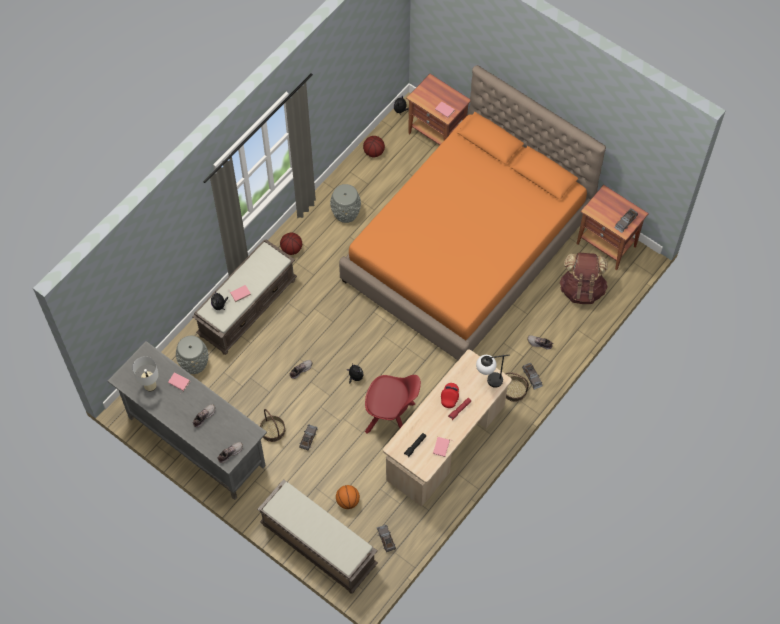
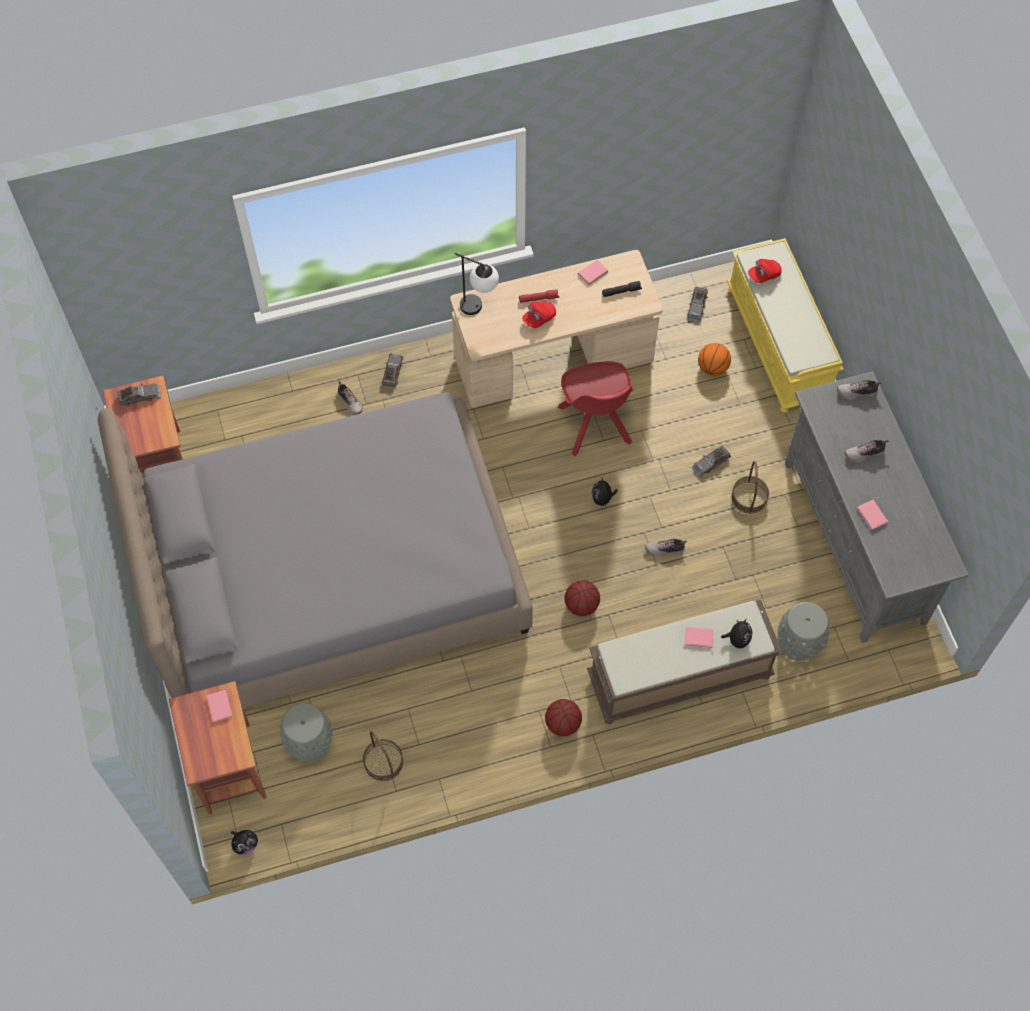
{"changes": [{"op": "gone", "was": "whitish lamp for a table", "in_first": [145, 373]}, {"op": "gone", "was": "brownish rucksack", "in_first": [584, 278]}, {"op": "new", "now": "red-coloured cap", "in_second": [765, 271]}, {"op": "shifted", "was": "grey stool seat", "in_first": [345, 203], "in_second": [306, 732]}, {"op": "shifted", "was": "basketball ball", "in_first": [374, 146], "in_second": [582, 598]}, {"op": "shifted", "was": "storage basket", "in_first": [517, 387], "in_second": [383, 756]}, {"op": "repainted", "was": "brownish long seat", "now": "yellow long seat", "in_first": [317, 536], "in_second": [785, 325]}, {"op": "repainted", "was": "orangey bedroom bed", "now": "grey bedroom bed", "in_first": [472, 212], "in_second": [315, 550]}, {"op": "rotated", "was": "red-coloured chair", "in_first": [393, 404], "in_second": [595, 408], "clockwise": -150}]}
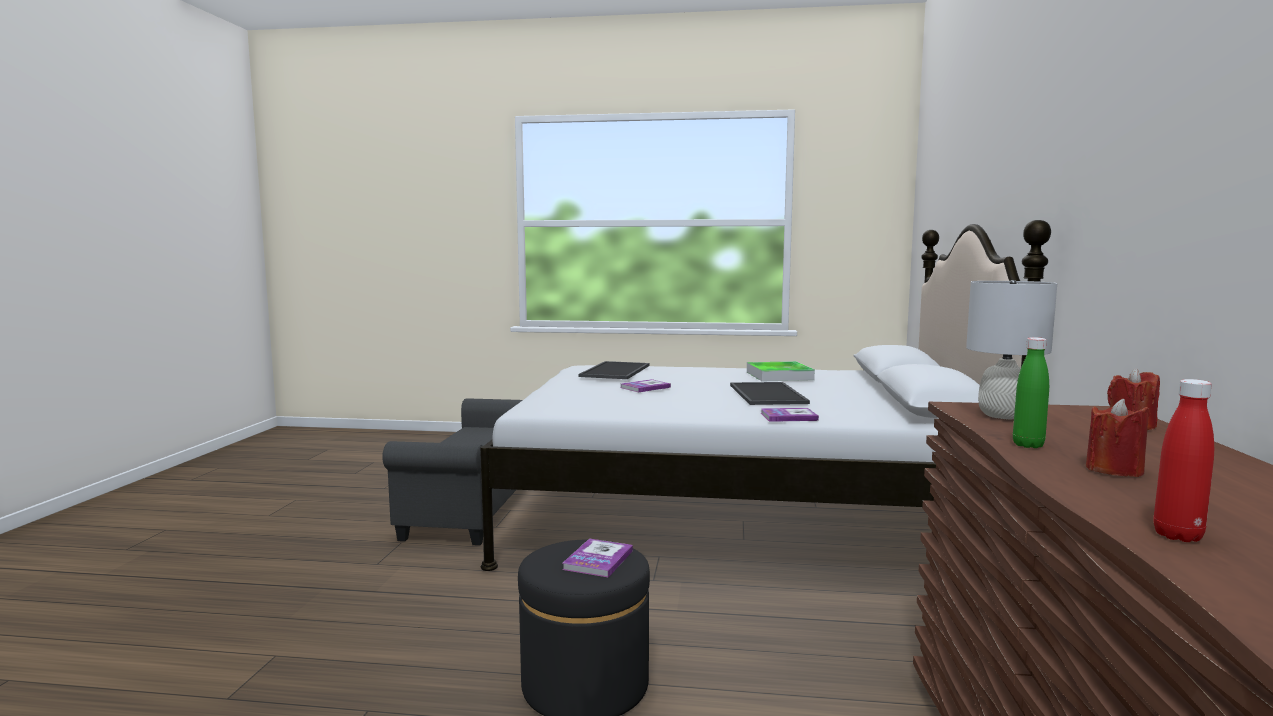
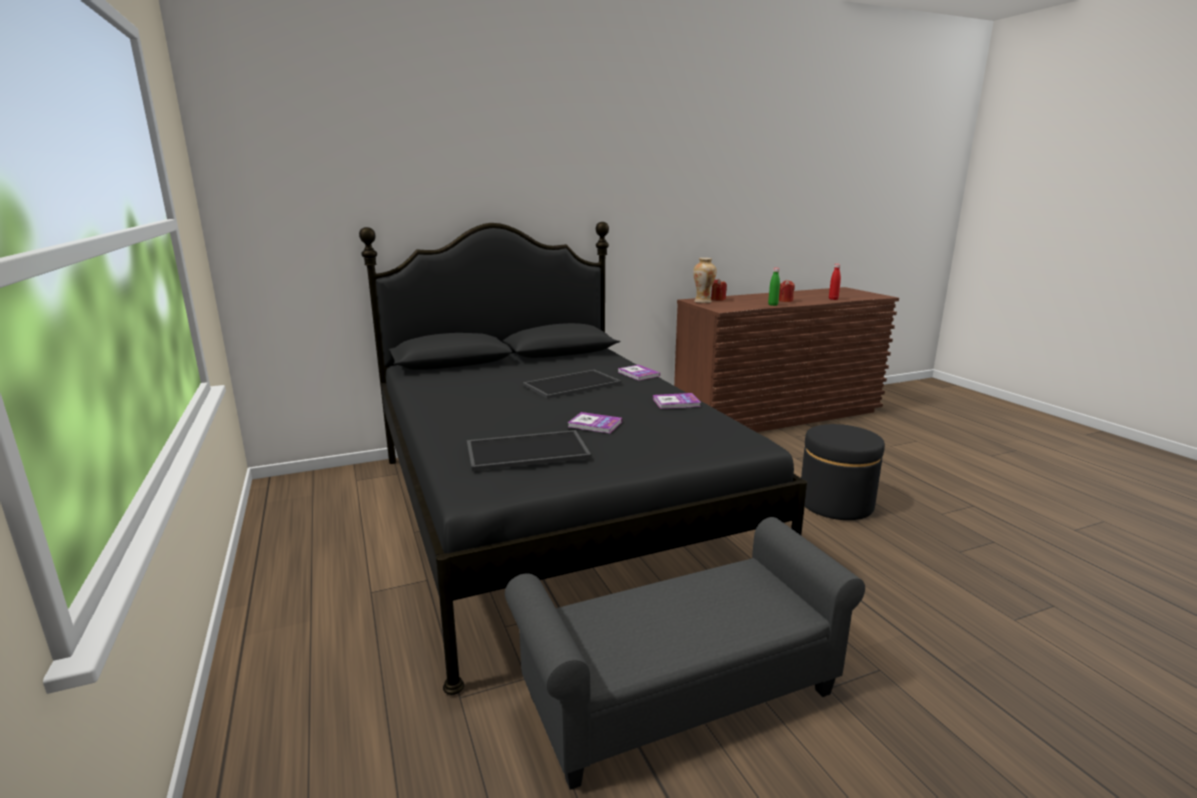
{"changes": [{"op": "gone", "was": "tray", "in_first": [781, 371]}, {"op": "gone", "was": "grey lamp for a table", "in_first": [1011, 350]}, {"op": "new", "now": "decorative vase", "in_second": [705, 280]}, {"op": "shifted", "was": "volume", "in_first": [597, 558], "in_second": [677, 401]}, {"op": "repainted", "was": "whitish bedroom bed", "now": "blackish bedroom bed", "in_first": [765, 395], "in_second": [583, 458]}]}
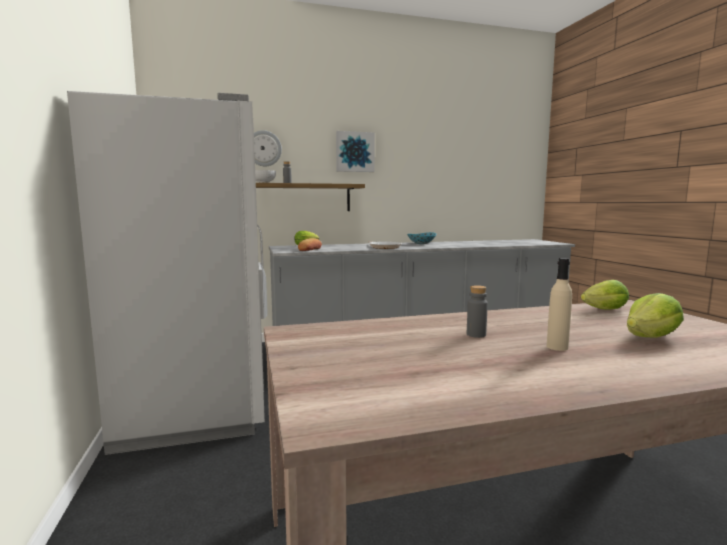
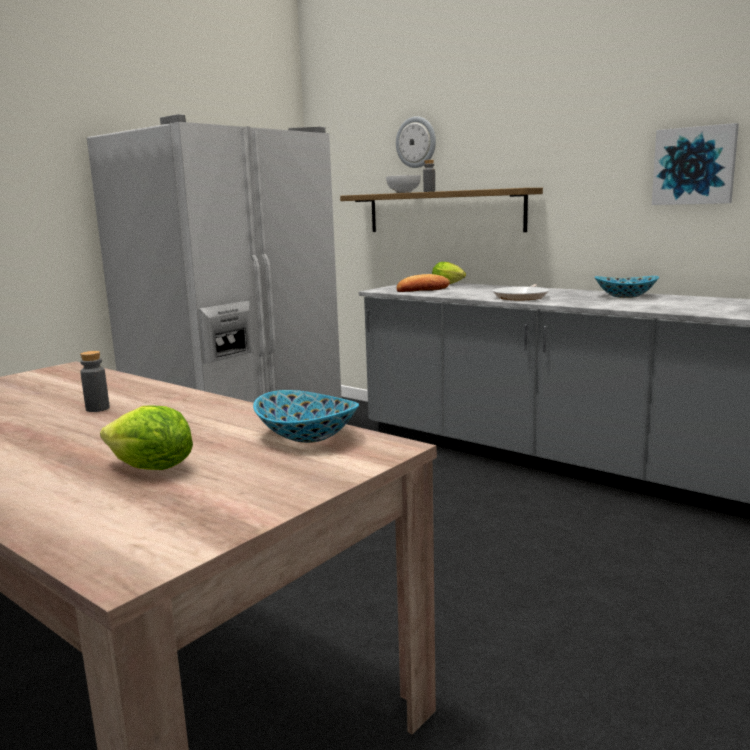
{"changes": [{"op": "gone", "was": "beige beverage bottle", "in_first": [559, 304]}, {"op": "shifted", "was": "wall picture", "in_first": [355, 151], "in_second": [695, 164]}, {"op": "swapped", "was": "lettuce head", "now": "deep dish", "in_first": [605, 295], "in_second": [306, 416]}]}
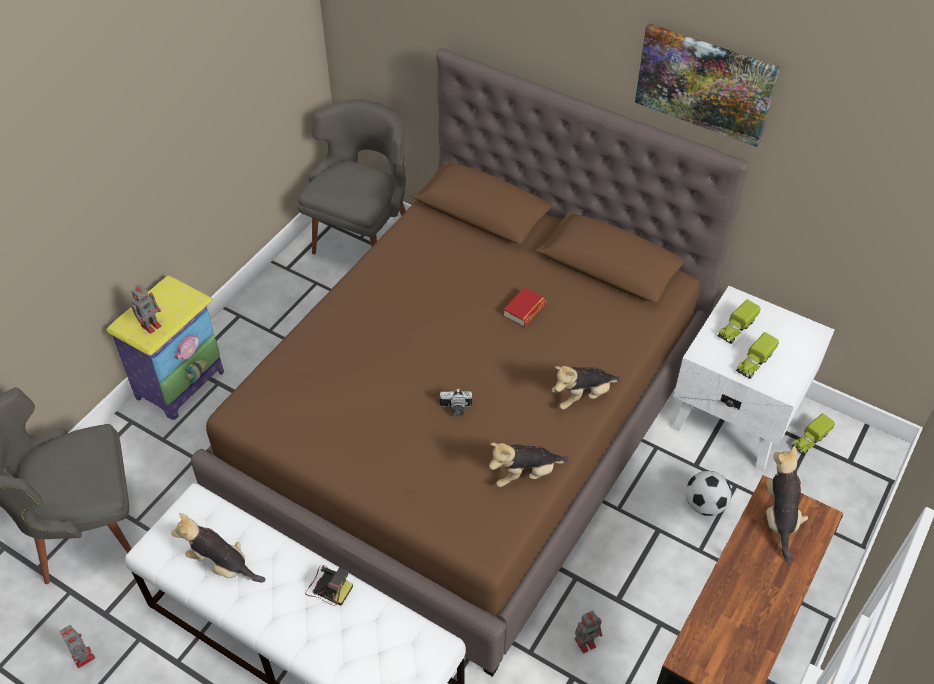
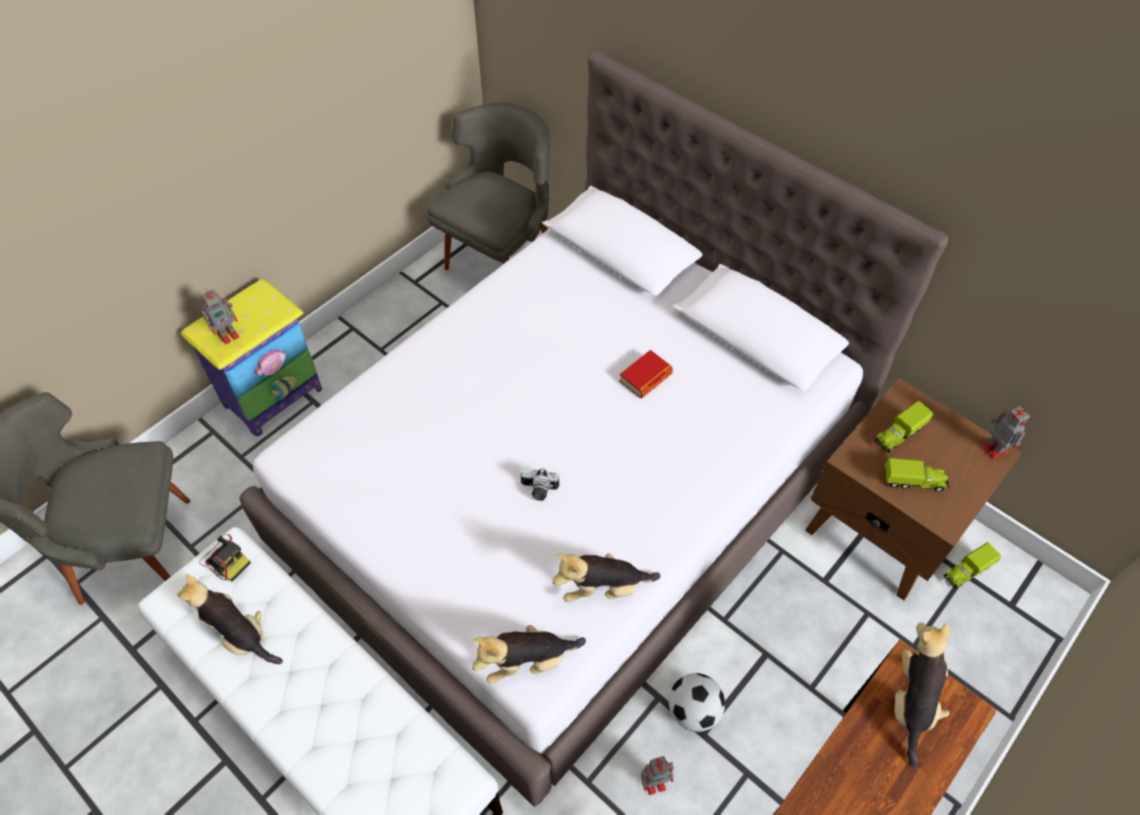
{"changes": [{"op": "gone", "was": "wall picture", "in_first": [707, 85]}, {"op": "shifted", "was": "robot figure", "in_first": [77, 646], "in_second": [1005, 433]}, {"op": "shifted", "was": "photo camera", "in_first": [329, 585], "in_second": [225, 557]}, {"op": "shifted", "was": "cuddly toy", "in_first": [586, 388], "in_second": [529, 654]}, {"op": "shifted", "was": "ball for football", "in_first": [708, 493], "in_second": [697, 702]}, {"op": "repainted", "was": "brownish bedroom bed", "now": "whitish bedroom bed", "in_first": [469, 362], "in_second": [593, 429]}, {"op": "repainted", "was": "whitish nightstand", "now": "brownish nightstand", "in_first": [753, 378], "in_second": [913, 489]}, {"op": "rotated", "was": "model truck", "in_first": [757, 355], "in_second": [917, 475], "clockwise": -135}]}
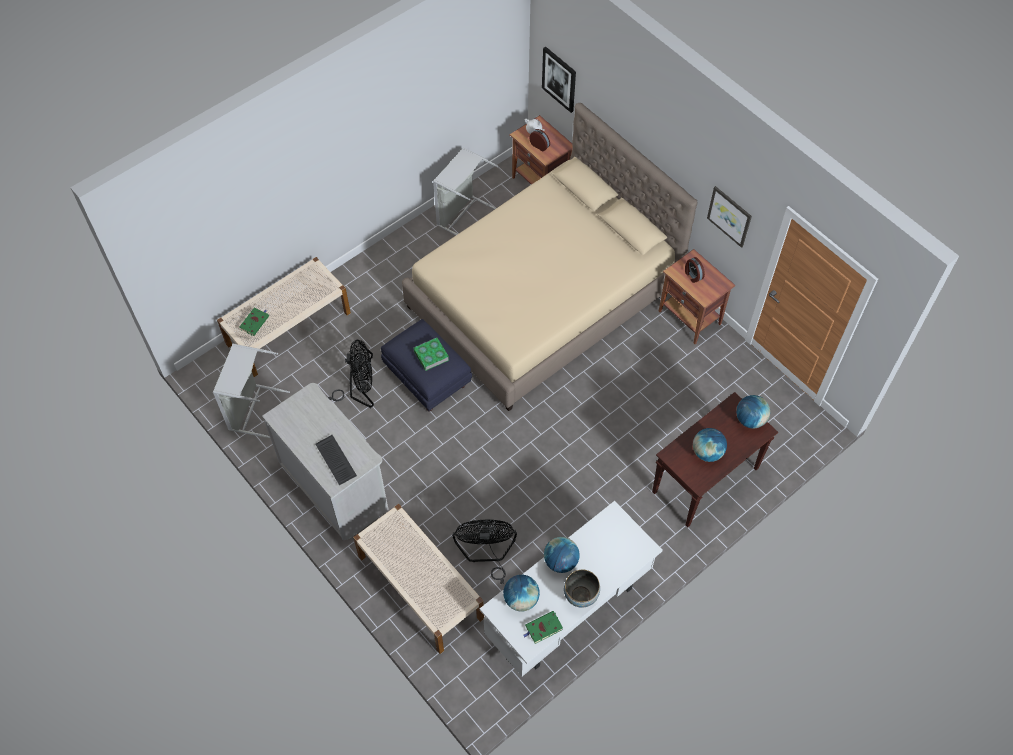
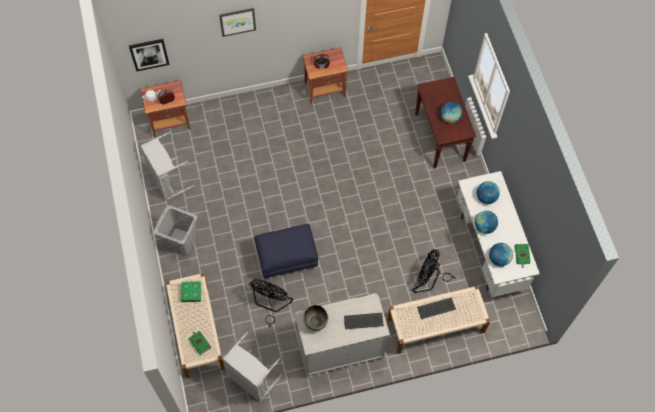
{"changes": [{"op": "gone", "was": "beige bedroom bed", "in_first": [549, 257]}, {"op": "new", "now": "grey hamper", "in_second": [175, 230]}, {"op": "new", "now": "keyboard", "in_second": [436, 308]}, {"op": "shifted", "was": "volume", "in_first": [431, 354], "in_second": [191, 291]}, {"op": "shifted", "was": "deep dish", "in_first": [582, 589], "in_second": [315, 318]}, {"op": "shifted", "was": "wall picture", "in_first": [729, 217], "in_second": [237, 22]}, {"op": "shifted", "was": "world globe", "in_first": [753, 411], "in_second": [488, 192]}]}
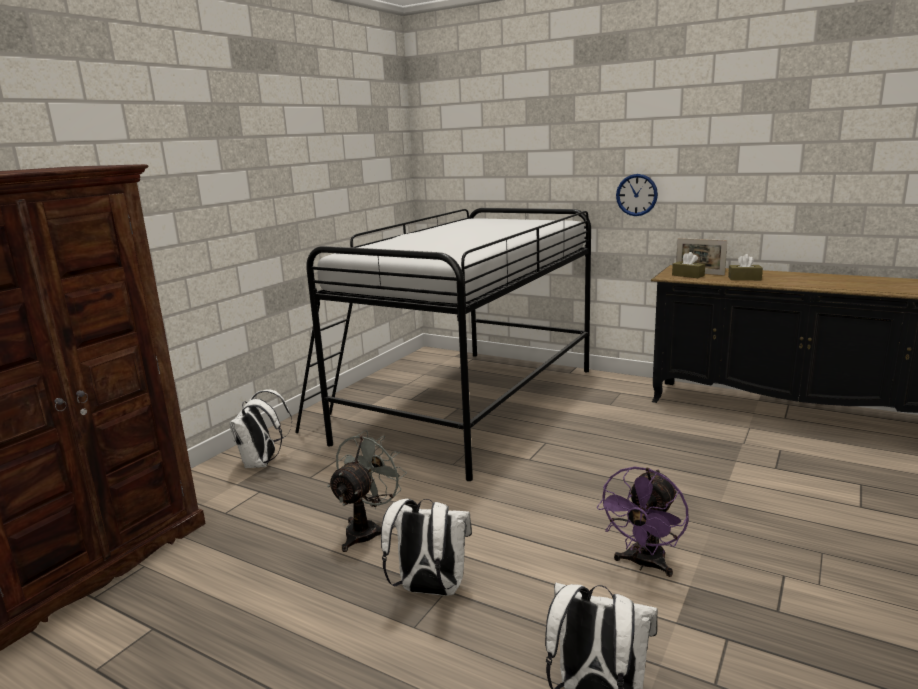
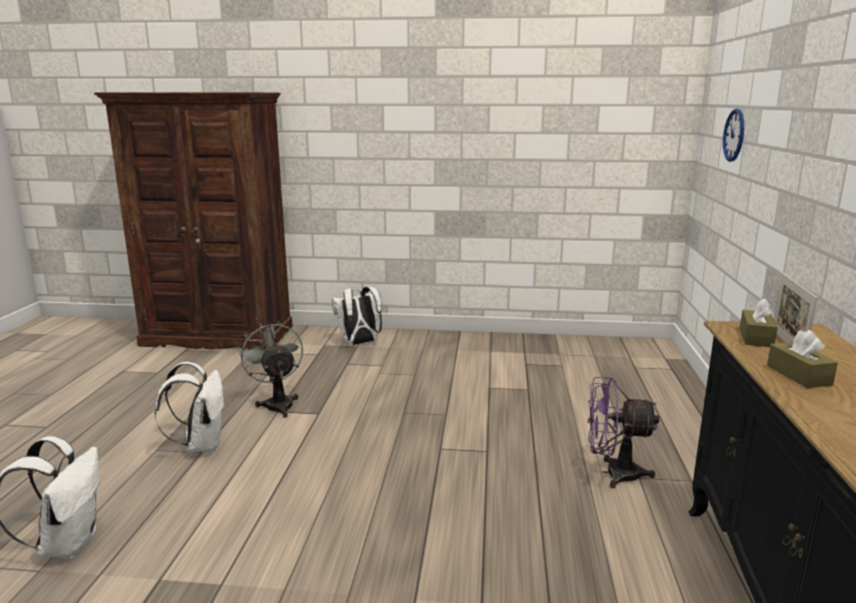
{"changes": [{"op": "gone", "was": "blackish bedroom bed", "in_first": [443, 344]}, {"op": "shifted", "was": "purplish cooling fan", "in_first": [643, 522], "in_second": [624, 432]}, {"op": "shifted", "was": "wall clock", "in_first": [637, 195], "in_second": [733, 135]}, {"op": "rotated", "was": "grey cooling fan", "in_first": [367, 491], "in_second": [271, 369], "clockwise": -120}]}
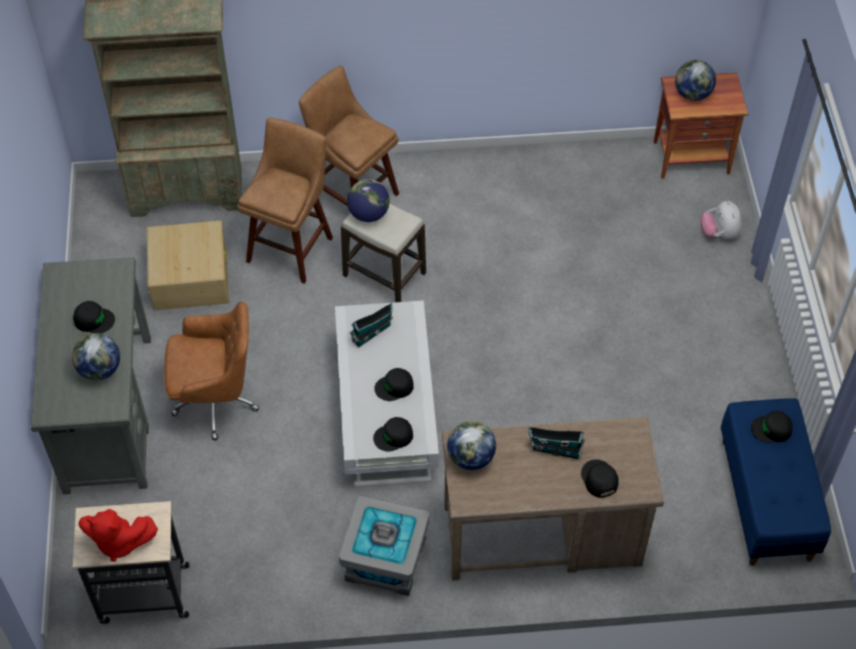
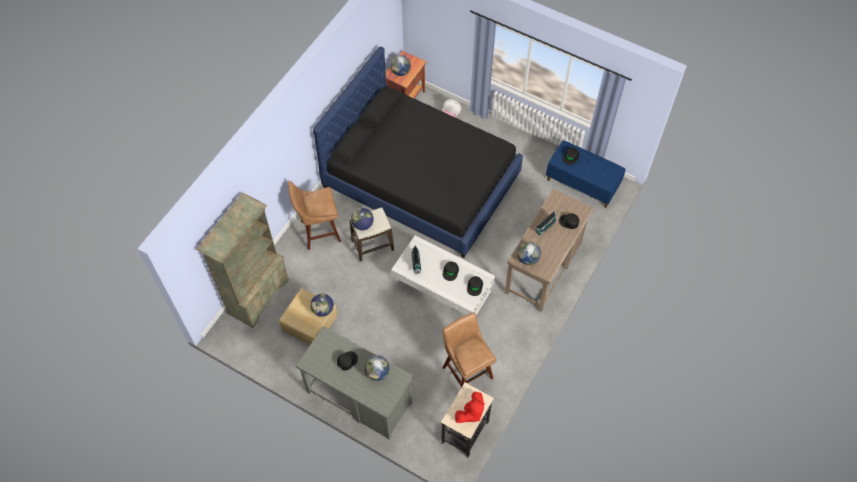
{"changes": [{"op": "gone", "was": "brownish computer chair", "in_first": [211, 371]}, {"op": "gone", "was": "grey storage container", "in_first": [384, 546]}, {"op": "new", "now": "world globe", "in_second": [322, 305]}, {"op": "new", "now": "blackish bedroom bed", "in_second": [418, 152]}, {"op": "shifted", "was": "brownish stool seat", "in_first": [285, 201], "in_second": [469, 350]}]}
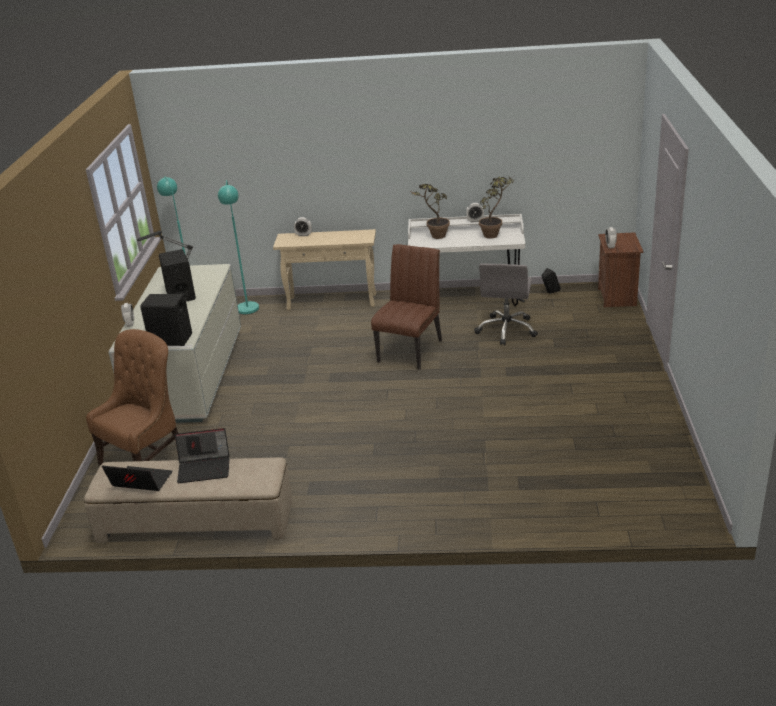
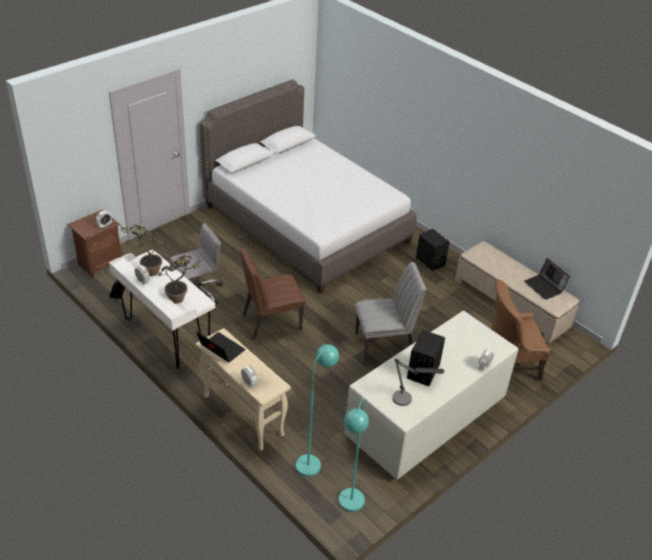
{"changes": [{"op": "new", "now": "grey bedroom bed", "in_second": [308, 186]}, {"op": "new", "now": "grey chair", "in_second": [391, 311]}, {"op": "shifted", "was": "blackish speaker", "in_first": [166, 320], "in_second": [433, 250]}, {"op": "shifted", "was": "notebook computer", "in_first": [202, 455], "in_second": [221, 346]}]}
